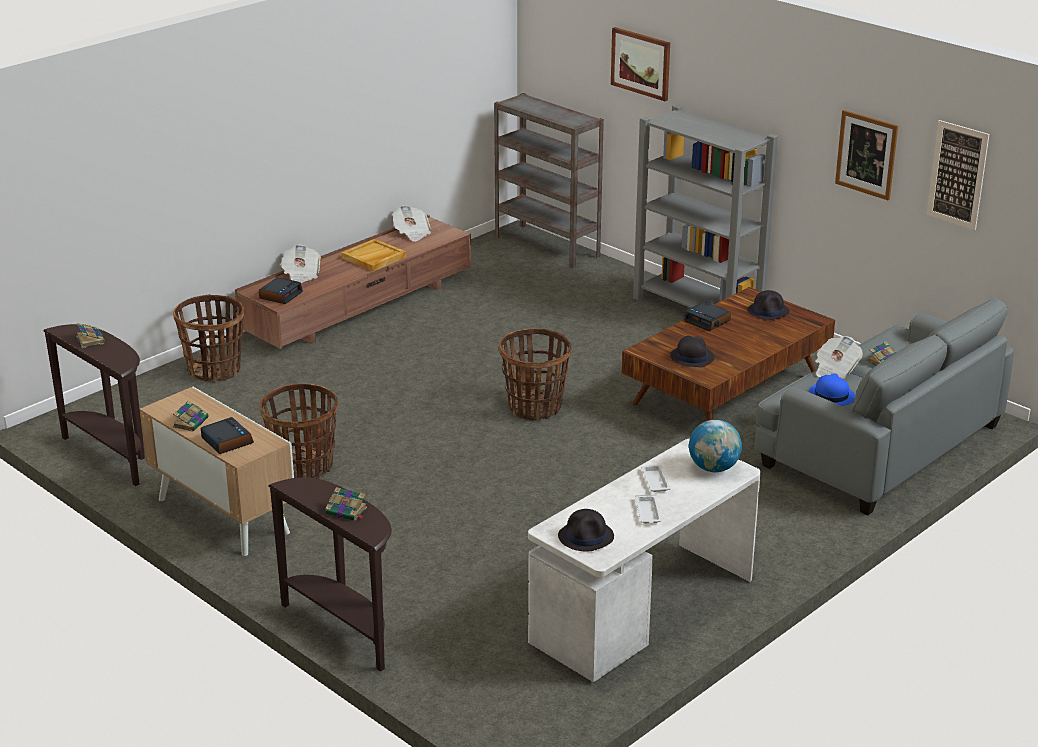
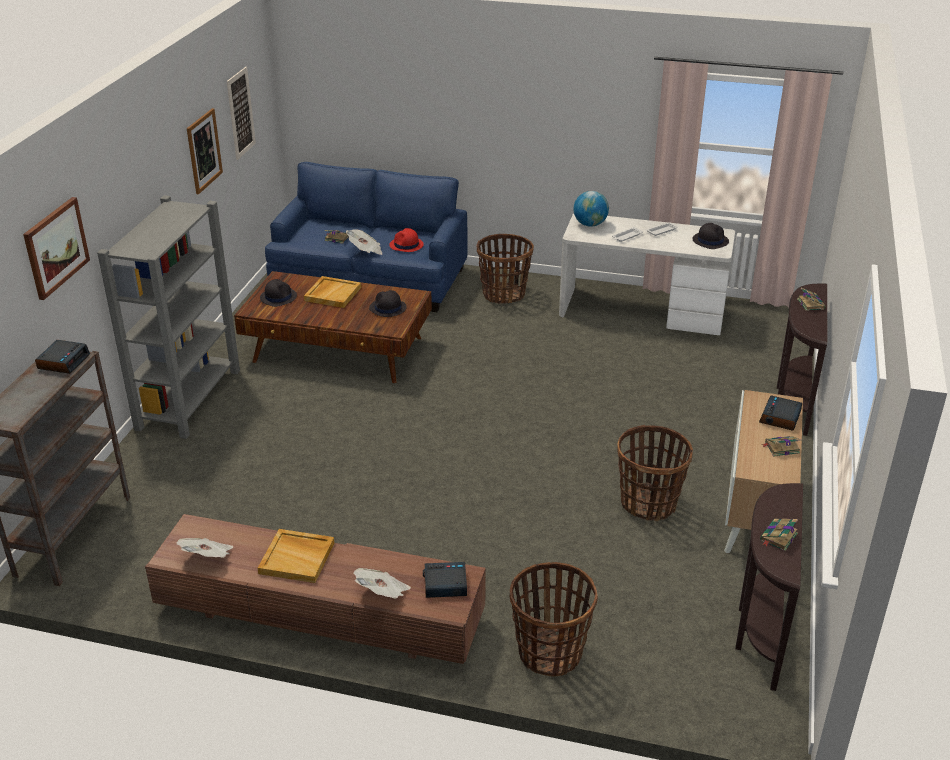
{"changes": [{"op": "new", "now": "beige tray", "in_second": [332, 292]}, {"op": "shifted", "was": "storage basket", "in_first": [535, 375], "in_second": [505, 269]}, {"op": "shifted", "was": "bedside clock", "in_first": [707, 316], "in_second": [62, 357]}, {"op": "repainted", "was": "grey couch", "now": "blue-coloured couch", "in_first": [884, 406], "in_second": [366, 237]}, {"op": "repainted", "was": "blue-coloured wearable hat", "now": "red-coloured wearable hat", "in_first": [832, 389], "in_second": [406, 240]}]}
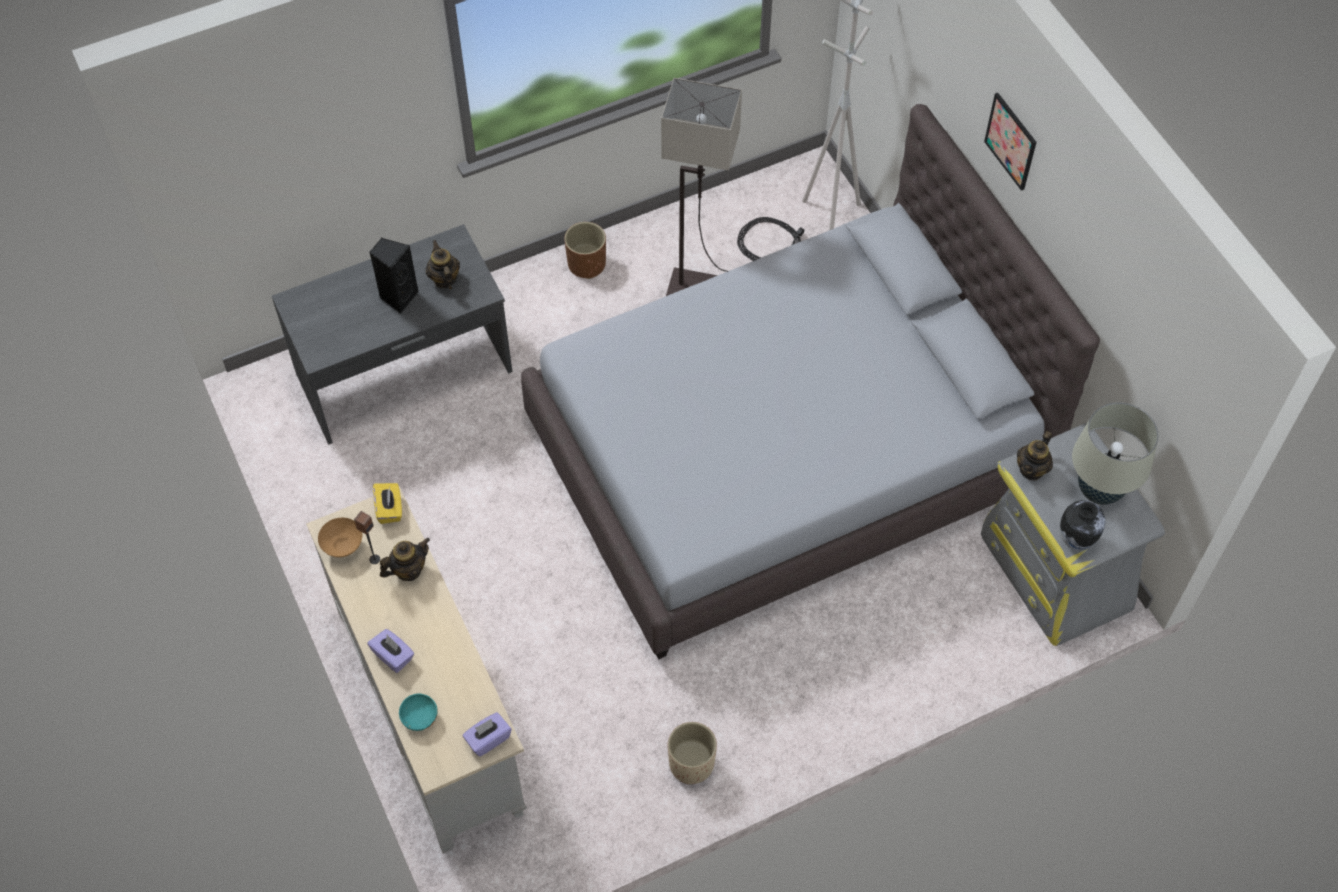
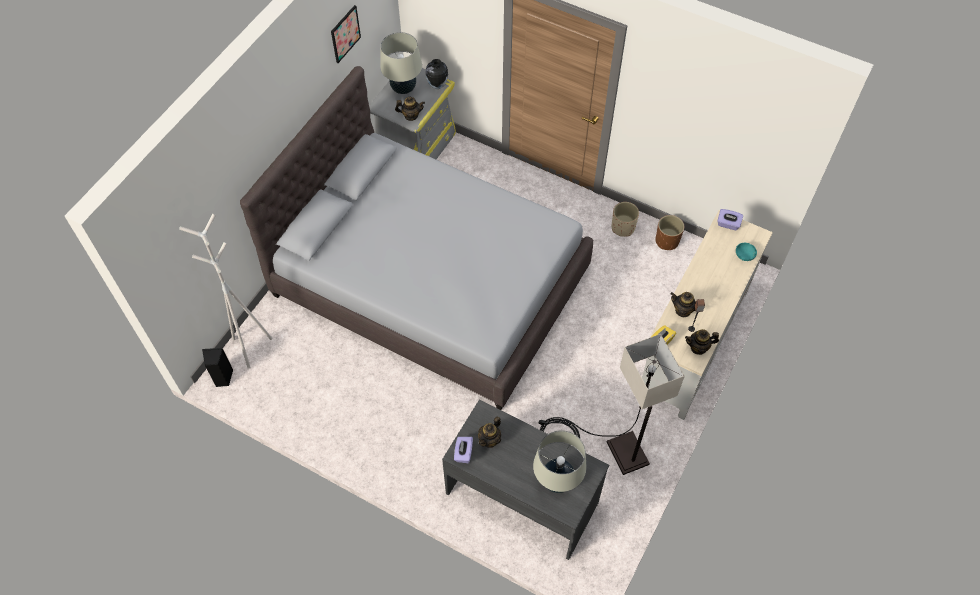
{"changes": [{"op": "new", "now": "beige lamp for a table", "in_second": [559, 461]}, {"op": "shifted", "was": "purplish box of tissues", "in_first": [390, 651], "in_second": [463, 450]}, {"op": "shifted", "was": "blackish speaker", "in_first": [394, 276], "in_second": [217, 367]}, {"op": "shifted", "was": "brownish planter", "in_first": [585, 250], "in_second": [669, 232]}, {"op": "shifted", "was": "standing lamp", "in_first": [732, 187], "in_second": [611, 404]}, {"op": "shifted", "was": "wall picture", "in_first": [1010, 142], "in_second": [346, 34]}, {"op": "swapped", "was": "brownish deep dish", "now": "tea pot", "in_first": [340, 537], "in_second": [702, 342]}]}
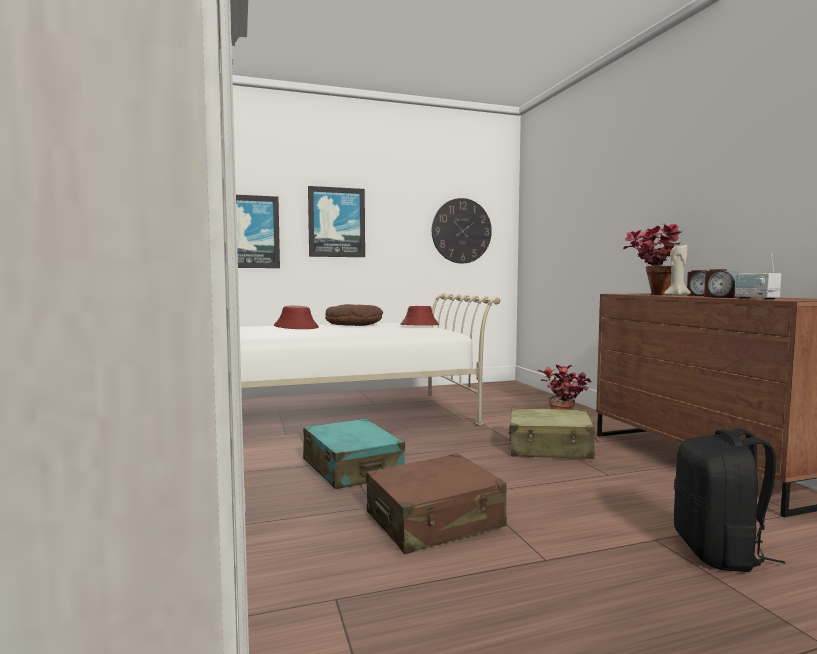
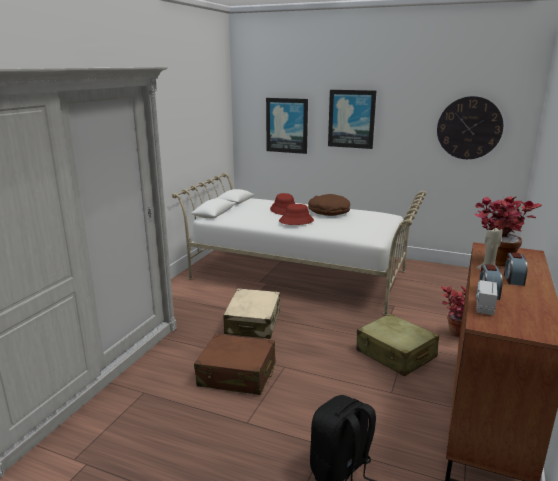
{"changes": [{"op": "shifted", "was": "red-coloured wearable hat", "in_first": [419, 315], "in_second": [296, 214]}, {"op": "repainted", "was": "blue-green suitcase", "now": "beige suitcase", "in_first": [354, 454], "in_second": [251, 313]}]}
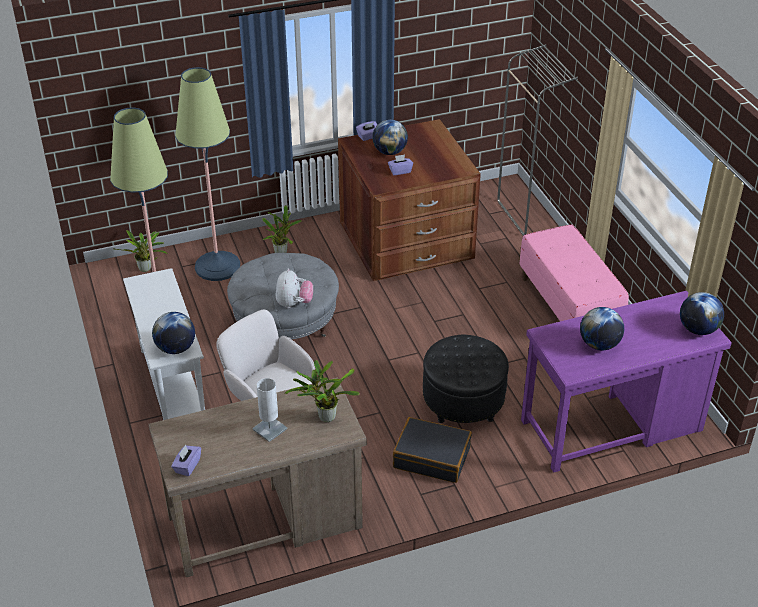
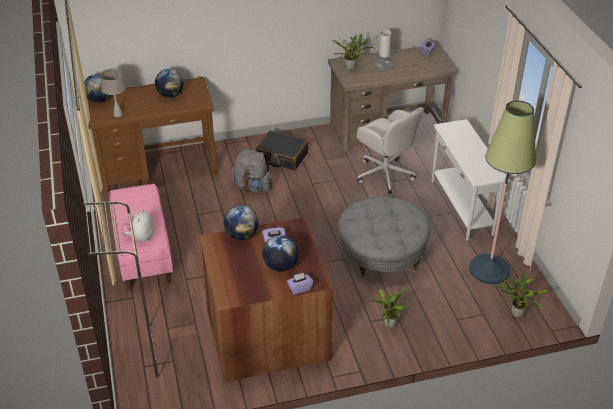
{"changes": [{"op": "gone", "was": "standing lamp", "in_first": [207, 174]}, {"op": "new", "now": "beige lamp for a table", "in_second": [113, 92]}, {"op": "shifted", "was": "world globe", "in_first": [173, 333], "in_second": [241, 222]}, {"op": "shifted", "was": "cuddly toy", "in_first": [294, 288], "in_second": [137, 226]}, {"op": "swapped", "was": "blackish footrest", "now": "grey rucksack", "in_first": [466, 379], "in_second": [251, 171]}, {"op": "repainted", "was": "purplish desk unit", "now": "brownish desk unit", "in_first": [626, 381], "in_second": [152, 134]}]}
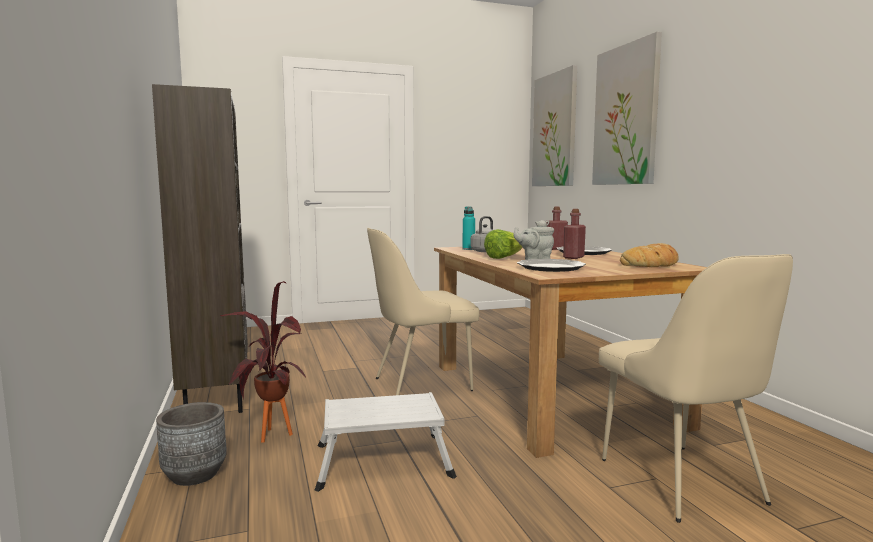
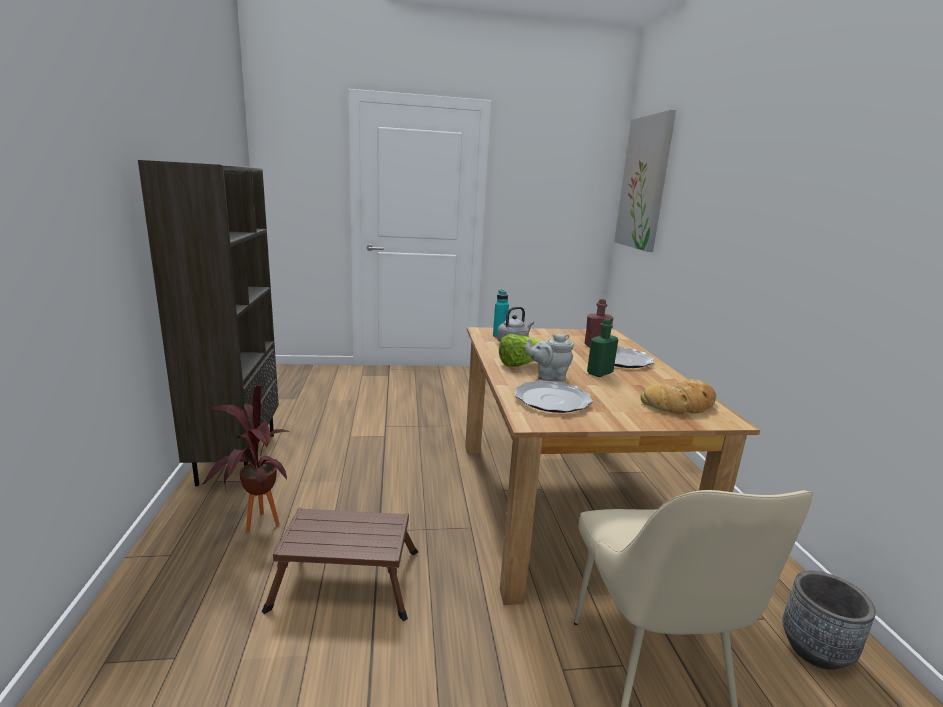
{"changes": [{"op": "gone", "was": "beige chair", "in_first": [423, 311]}, {"op": "gone", "was": "wall picture", "in_first": [627, 108]}, {"op": "shifted", "was": "grey planter", "in_first": [191, 444], "in_second": [829, 620]}, {"op": "repainted", "was": "whitish step stool", "now": "brownish step stool", "in_first": [386, 442], "in_second": [340, 564]}, {"op": "repainted", "was": "red-coloured beverage bottle", "now": "greenish beverage bottle", "in_first": [574, 234], "in_second": [602, 347]}]}
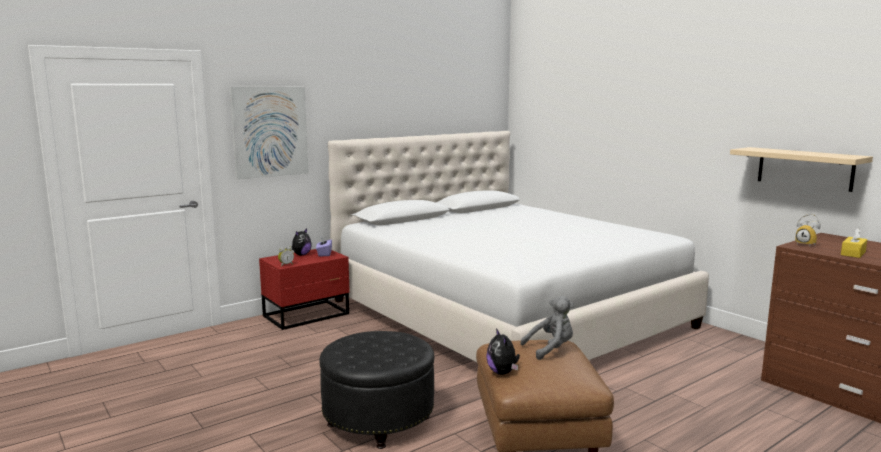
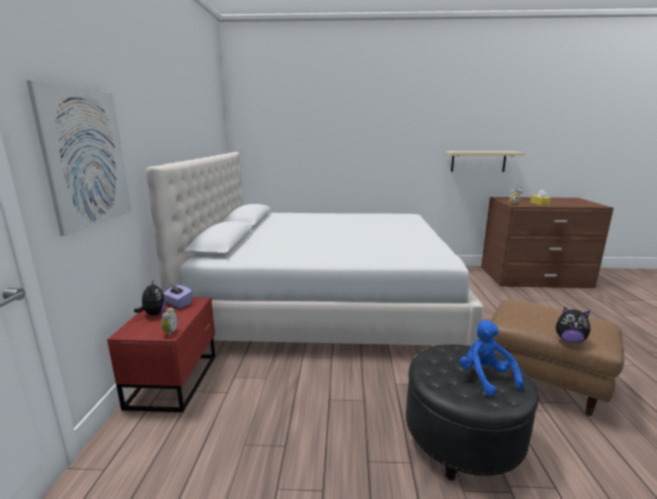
{"changes": [{"op": "gone", "was": "grey cuddly toy", "in_first": [547, 328]}, {"op": "new", "now": "blue-coloured cuddly toy", "in_second": [492, 358]}]}
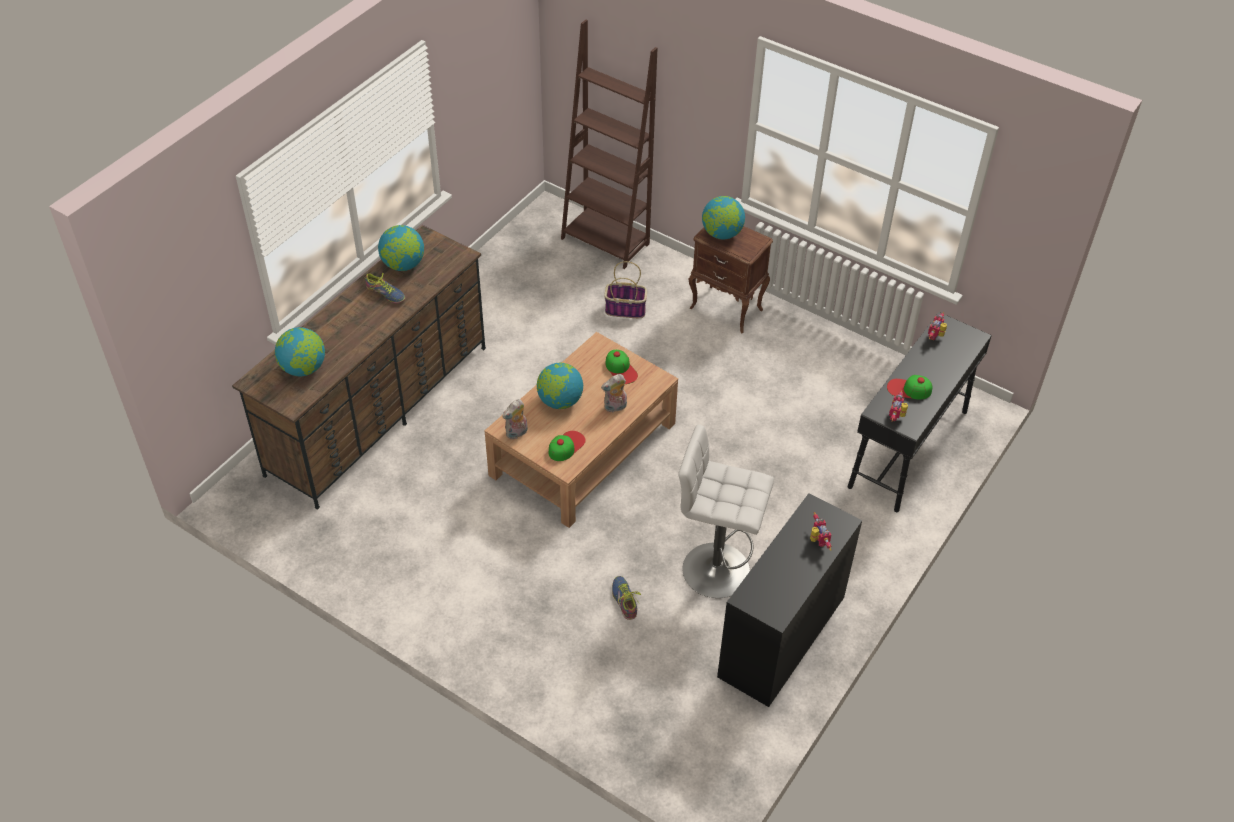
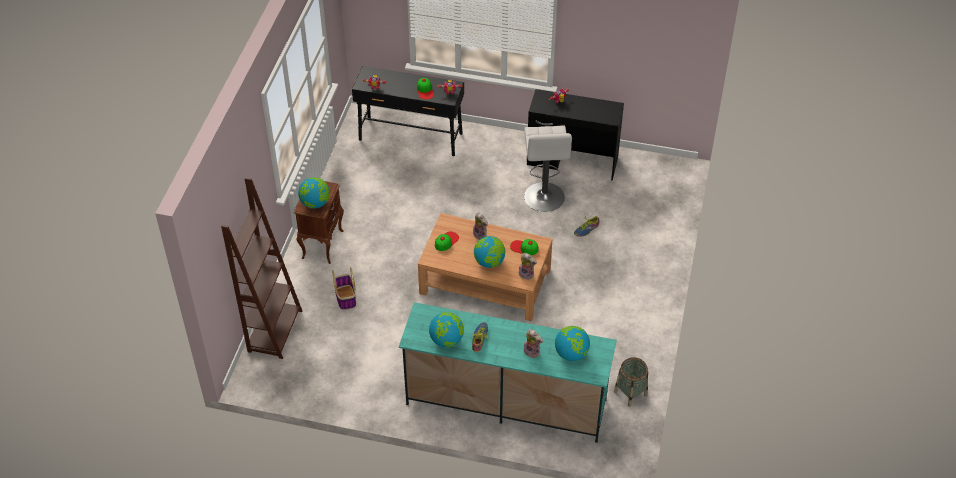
{"changes": [{"op": "new", "now": "cuddly toy", "in_second": [533, 343]}, {"op": "new", "now": "storage basket", "in_second": [631, 382]}, {"op": "repainted", "was": "brownish drawer chest", "now": "blue-green drawer chest", "in_first": [359, 367], "in_second": [508, 372]}]}
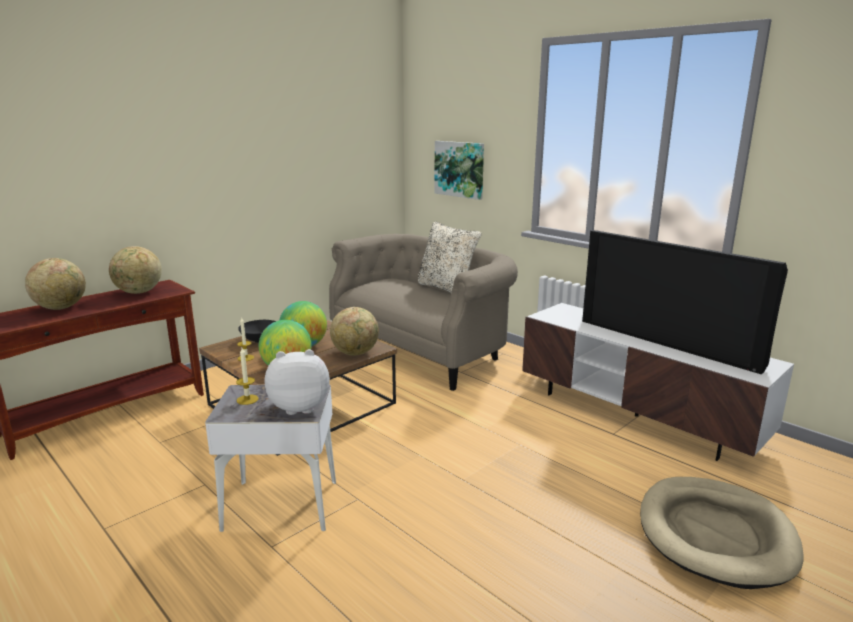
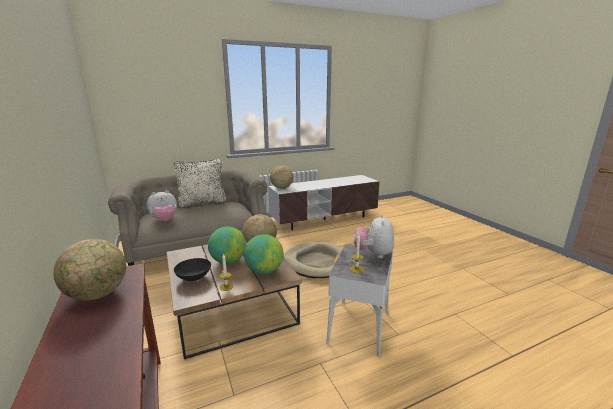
{"changes": [{"op": "gone", "was": "wall picture", "in_first": [459, 170]}, {"op": "gone", "was": "TV", "in_first": [685, 302]}, {"op": "new", "now": "cuddly toy", "in_second": [162, 205]}, {"op": "shifted", "was": "world globe", "in_first": [55, 284], "in_second": [281, 177]}, {"op": "shifted", "was": "beige dog cushion", "in_first": [722, 533], "in_second": [312, 260]}]}
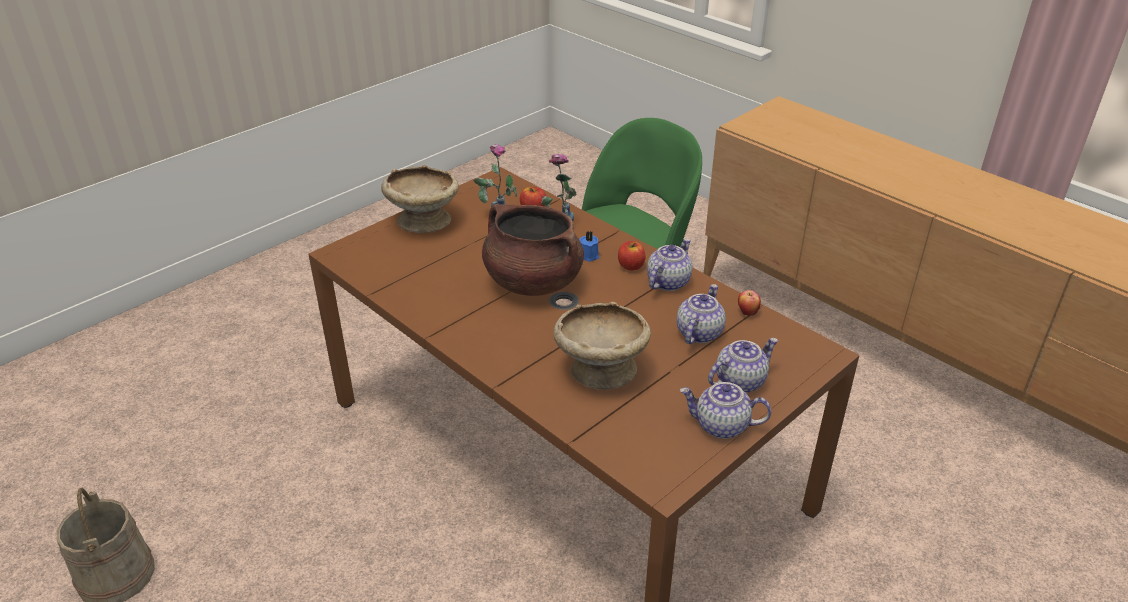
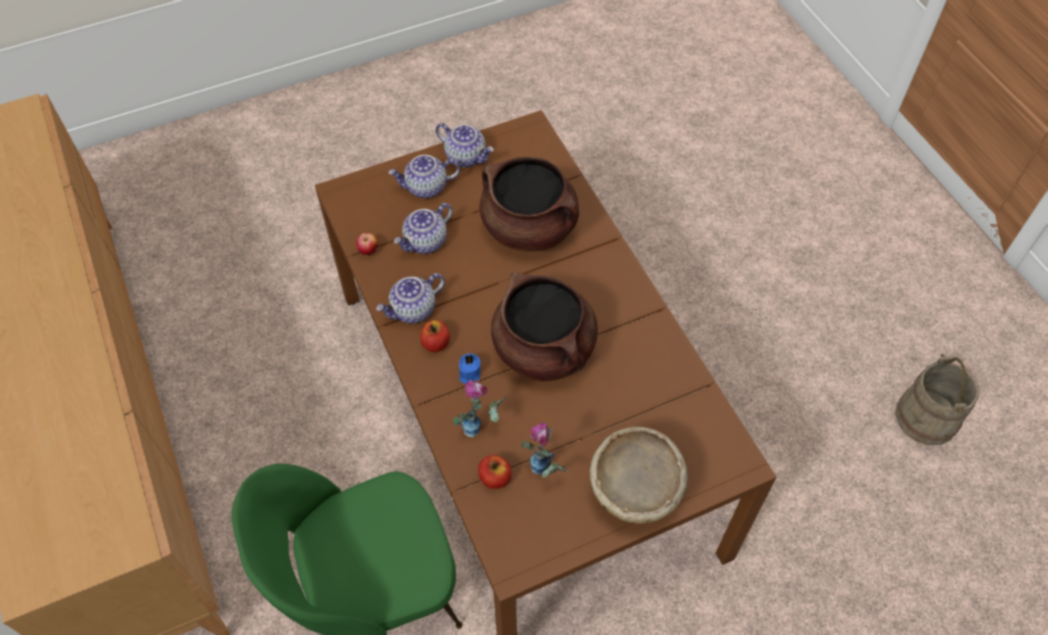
{"changes": [{"op": "swapped", "was": "beige deep dish", "now": "brownish cooking pot", "in_first": [602, 346], "in_second": [529, 204]}]}
